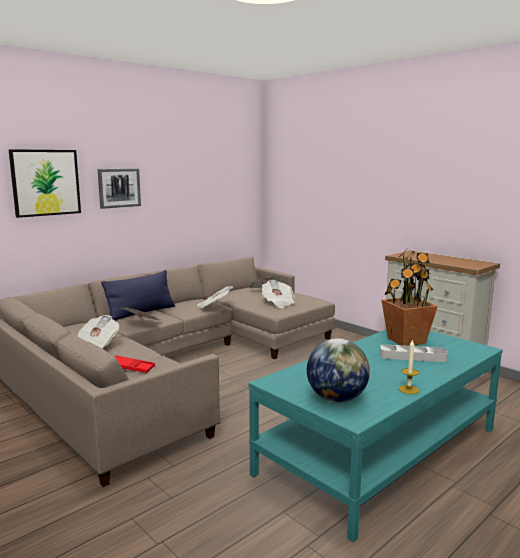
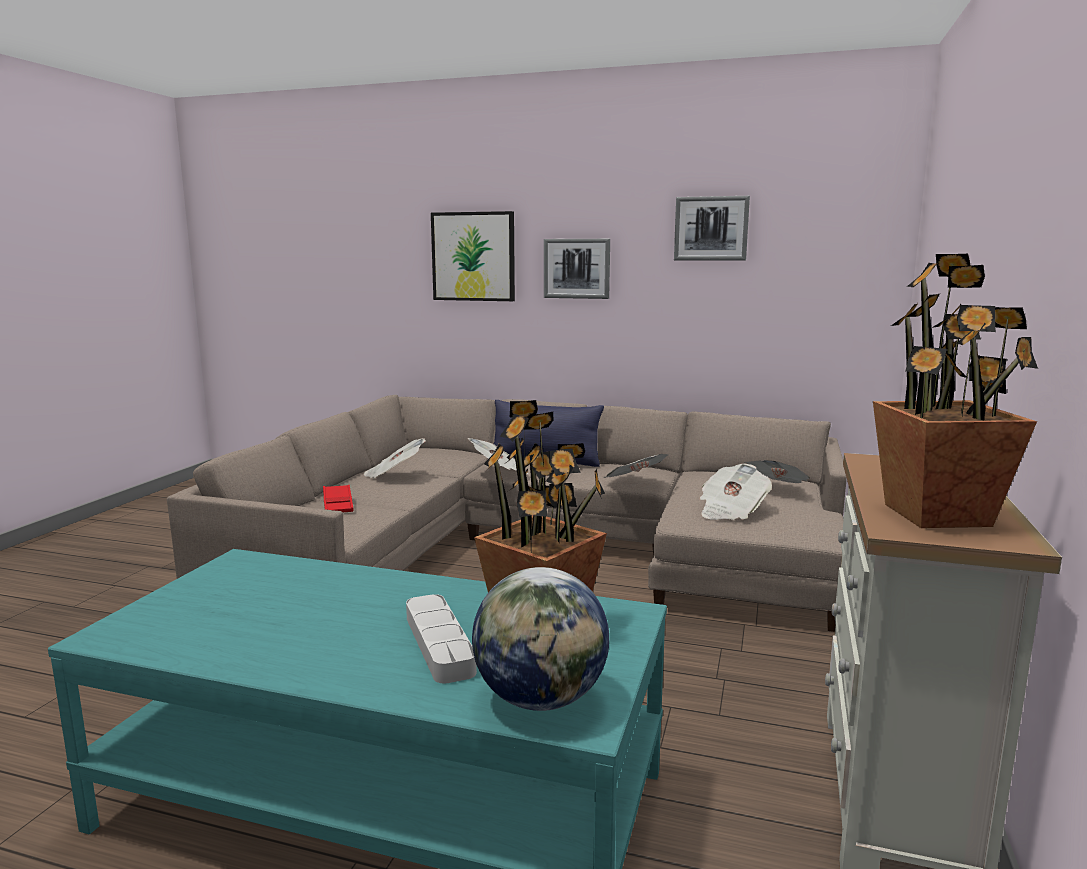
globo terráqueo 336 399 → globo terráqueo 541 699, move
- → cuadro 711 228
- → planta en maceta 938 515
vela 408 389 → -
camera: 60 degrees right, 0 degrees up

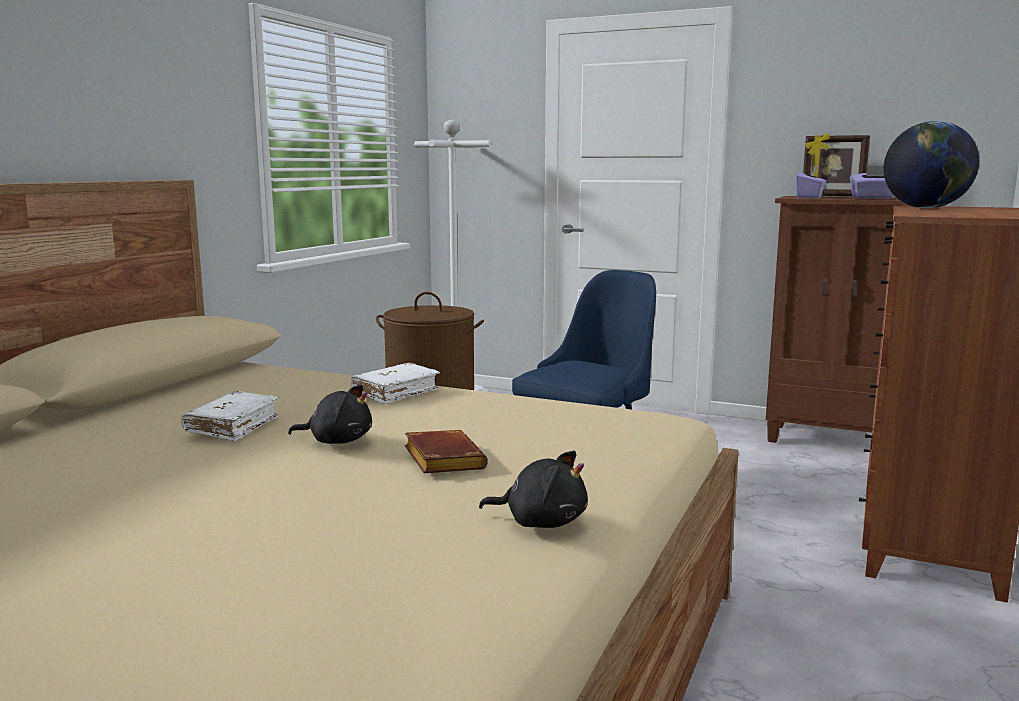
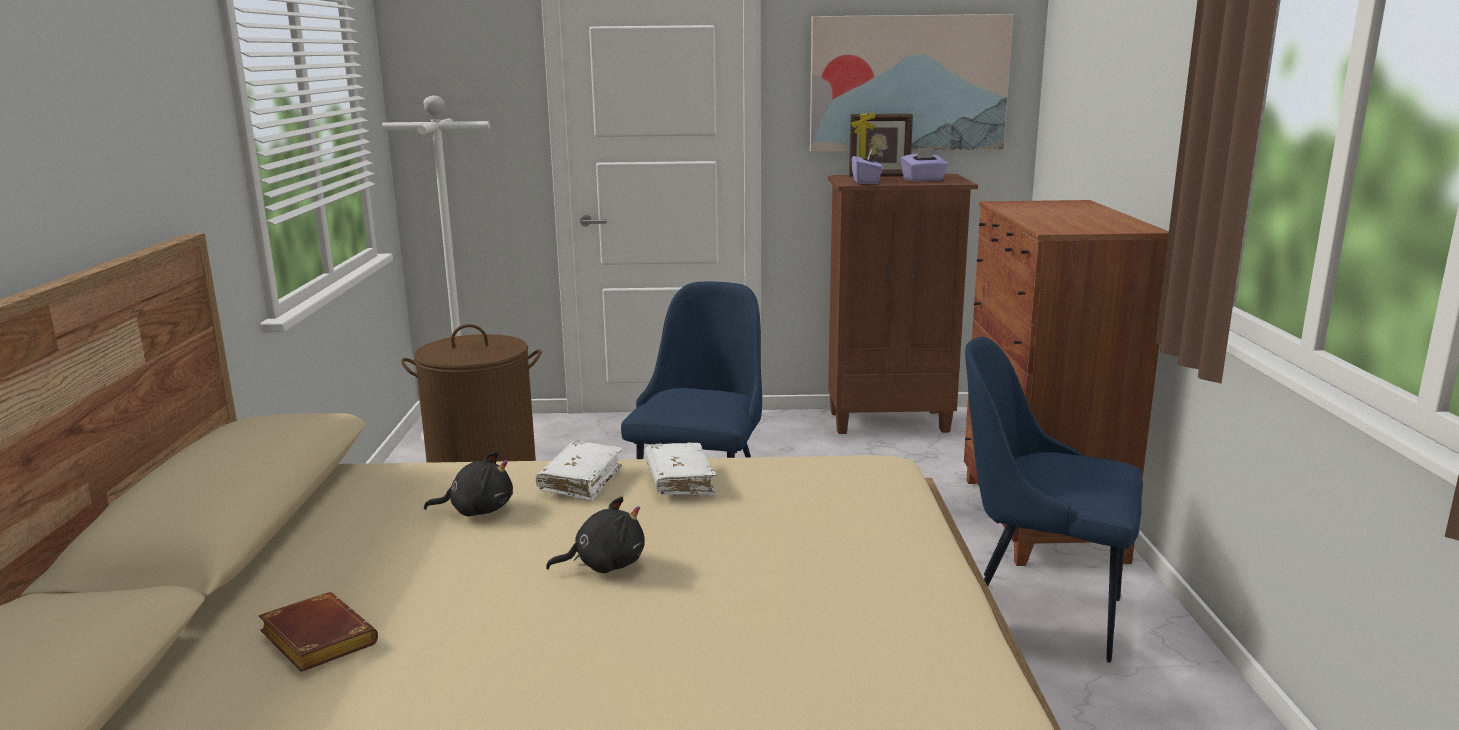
libro (marrón) 441 459 → libro (marrón) 314 640, move
peluche (negro) 541 522 → peluche (negro) 477 510, move
libro (blanco) 233 427 → libro (blanco) 679 481, move
- → cuadro 908 83
- → silla (azul) 1040 614
globo terráqueo 926 208 → -
camera: 25 degrees left, 5 degrees up

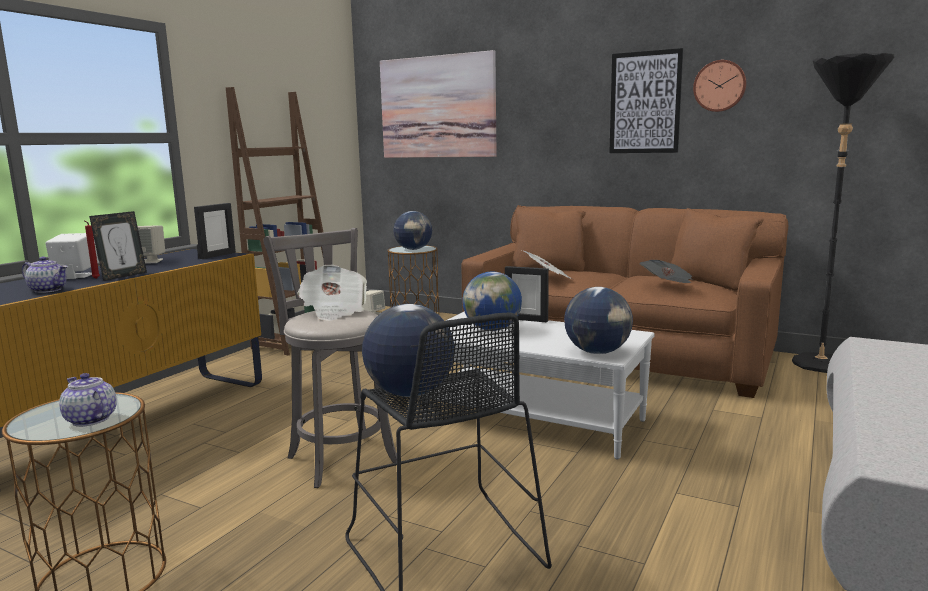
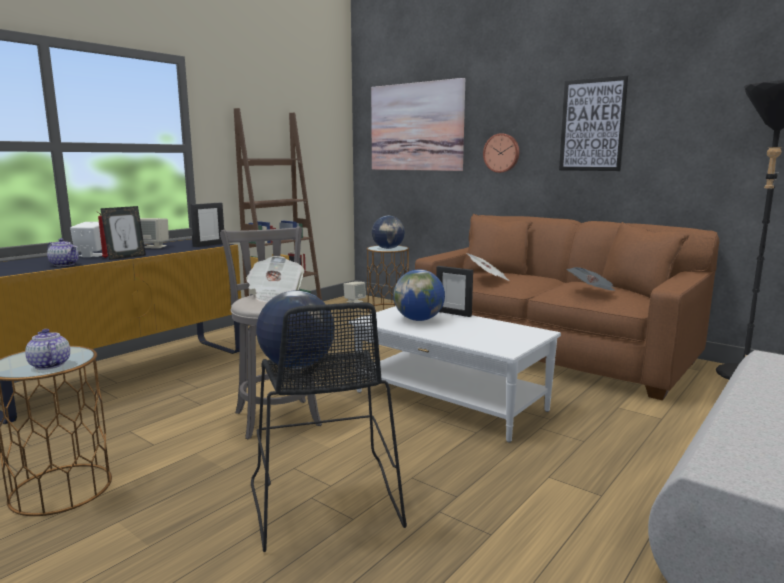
reloj de pared 720 86 → reloj de pared 502 153, move
globo terráqueo 598 352 → -
camera: 10 degrees right, 0 degrees up

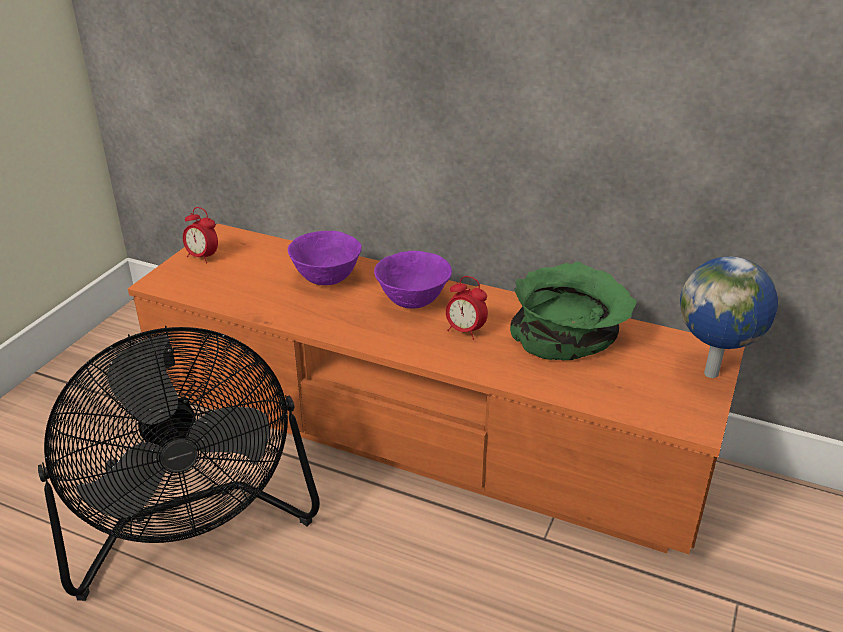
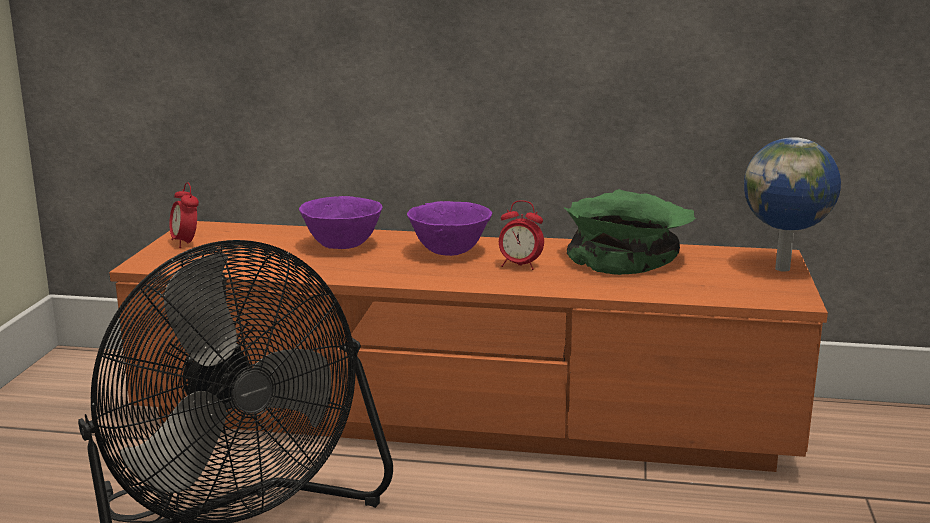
despertador 202 257 → despertador 186 243, 45 degrees clockwise
camera: 15 degrees left, 15 degrees down

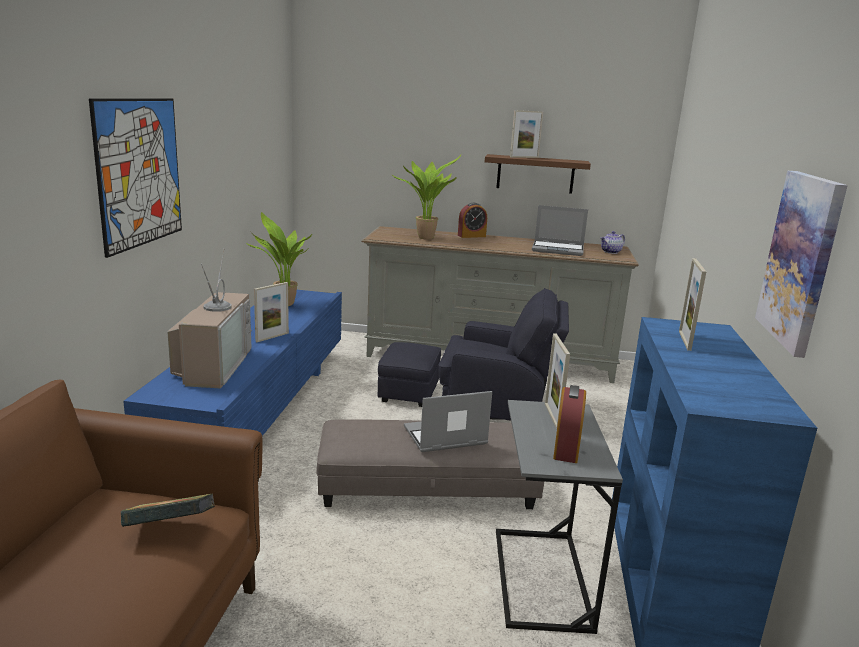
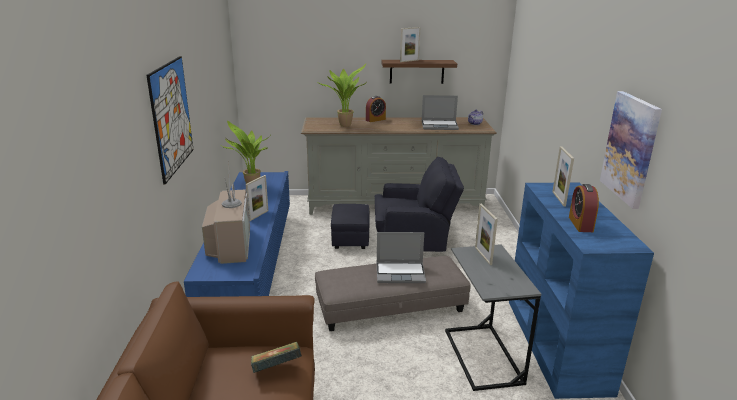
portátil 444 437 → portátil 401 273, 150 degrees counterclockwise
despertador 566 448 → despertador 580 224, move
camera: 10 degrees left, 5 degrees up

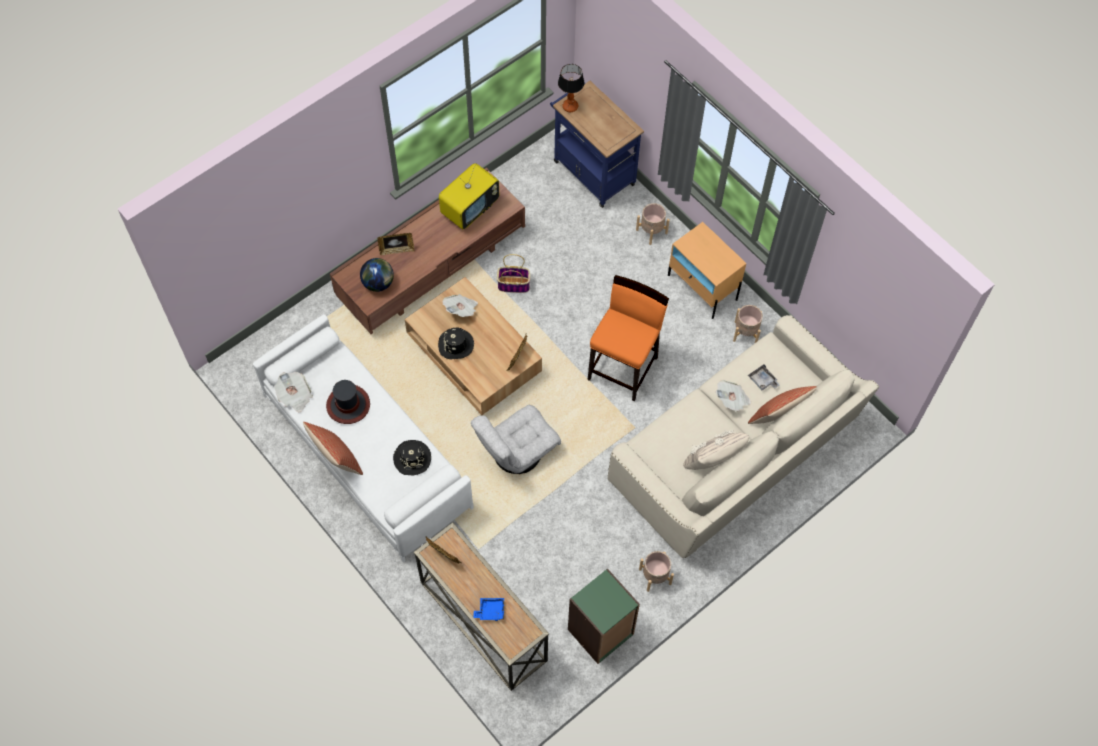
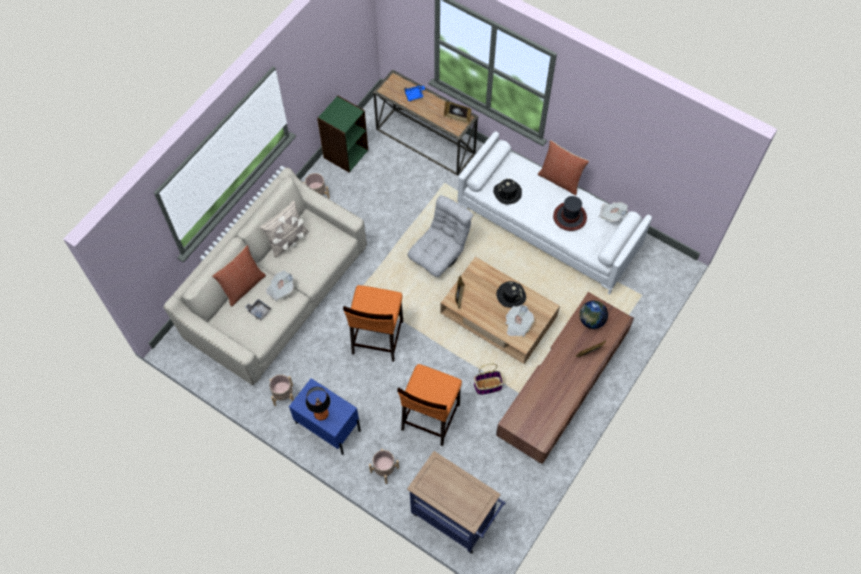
mesita de noche (beis) 702 287 → mesita de noche (azul) 327 426
lámpara de mesa 570 107 → lámpara de mesa 321 413, move
- → taburete (naranja) 430 417
televisor 470 208 → -
camera: 165 degrees right, 0 degrees up

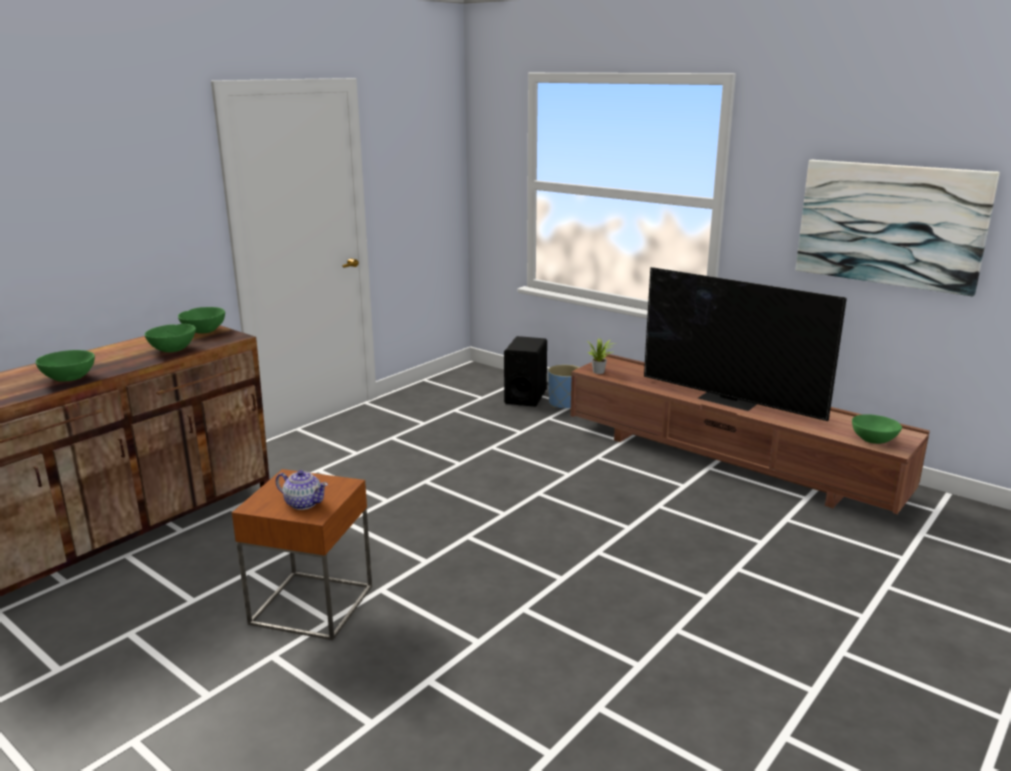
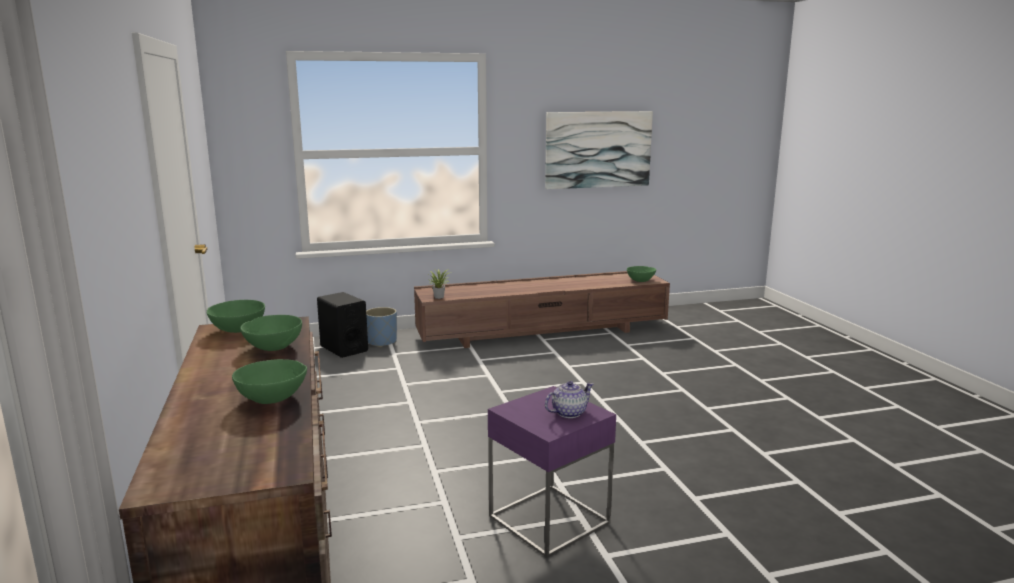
mesa auxiliar (marrón) 312 604 → mesa auxiliar (morado) 549 519
televisor 729 400 → -
camera: 55 degrees left, 5 degrees down

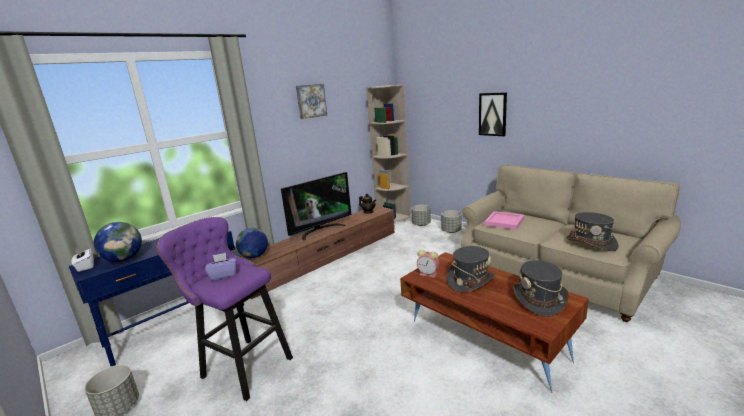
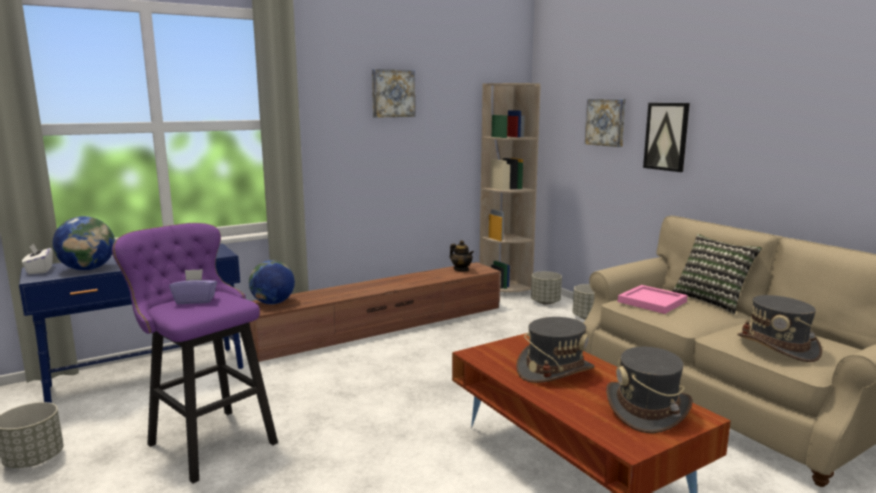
- → cuadro 606 122
- → cojín 711 300
televisor 320 230 → -
despertador 429 274 → -
camera: 10 degrees right, 5 degrees down

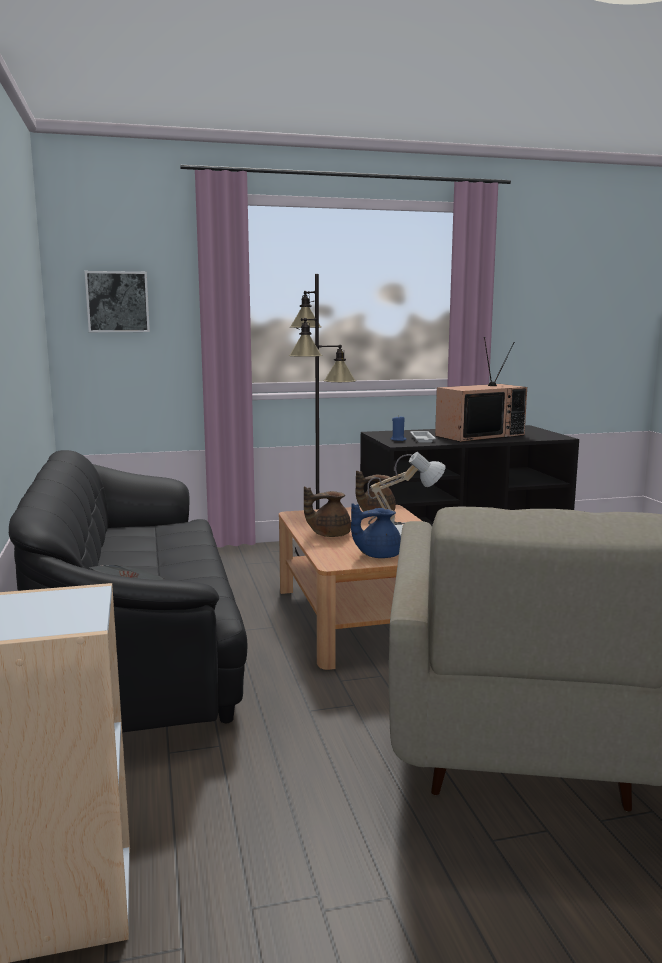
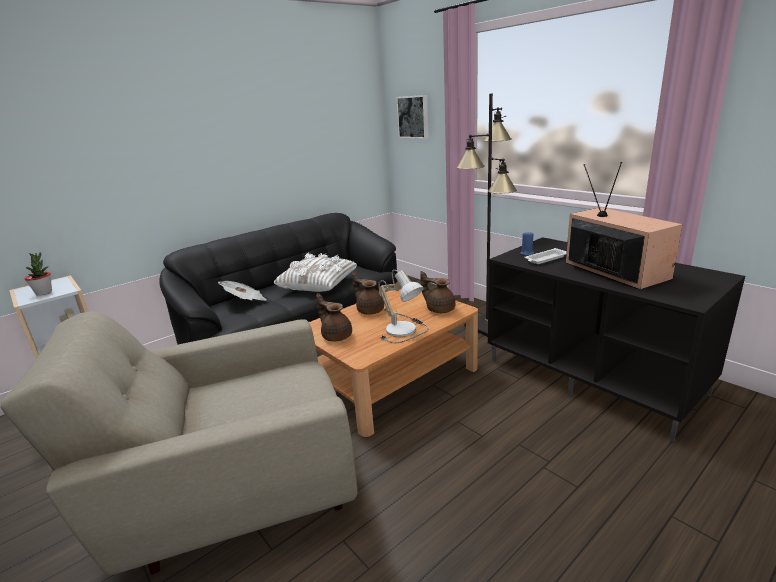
- → planta en maceta 44 293
- → cojín (blanco) 318 286
tetera (azul) 377 555 → tetera (marrón) 336 336
televisor 479 435 → televisor 613 271, 150 degrees counterclockwise
camera: 65 degrees right, 10 degrees up

